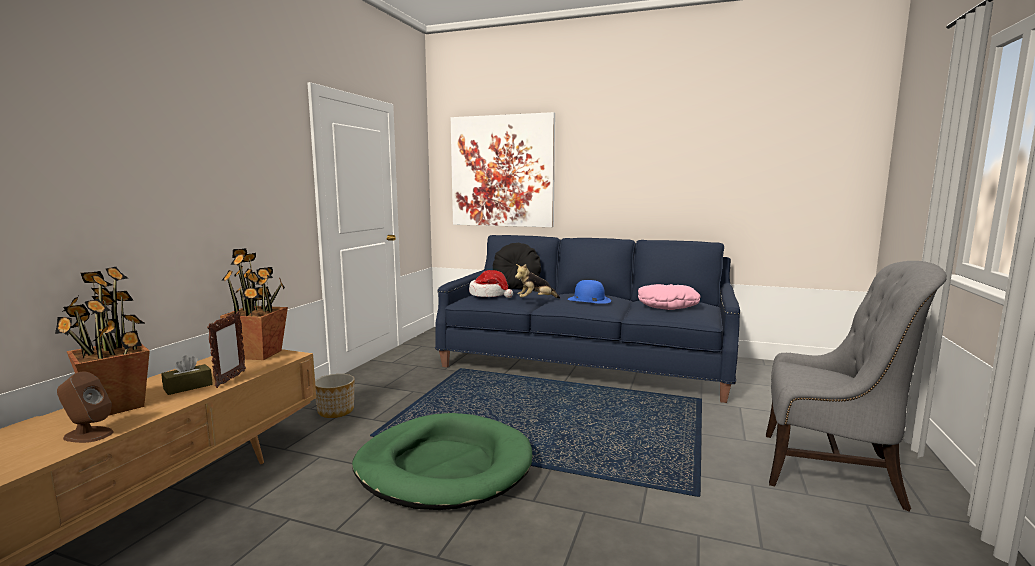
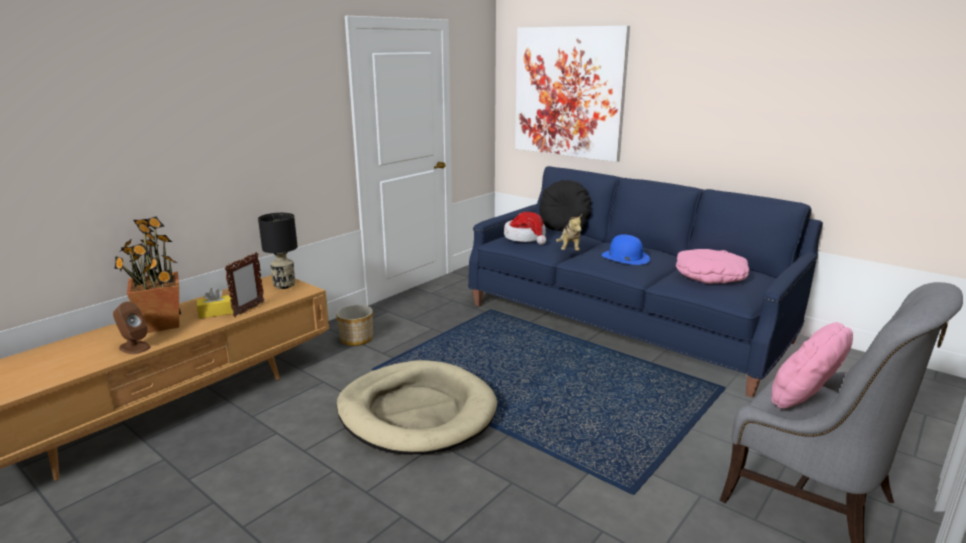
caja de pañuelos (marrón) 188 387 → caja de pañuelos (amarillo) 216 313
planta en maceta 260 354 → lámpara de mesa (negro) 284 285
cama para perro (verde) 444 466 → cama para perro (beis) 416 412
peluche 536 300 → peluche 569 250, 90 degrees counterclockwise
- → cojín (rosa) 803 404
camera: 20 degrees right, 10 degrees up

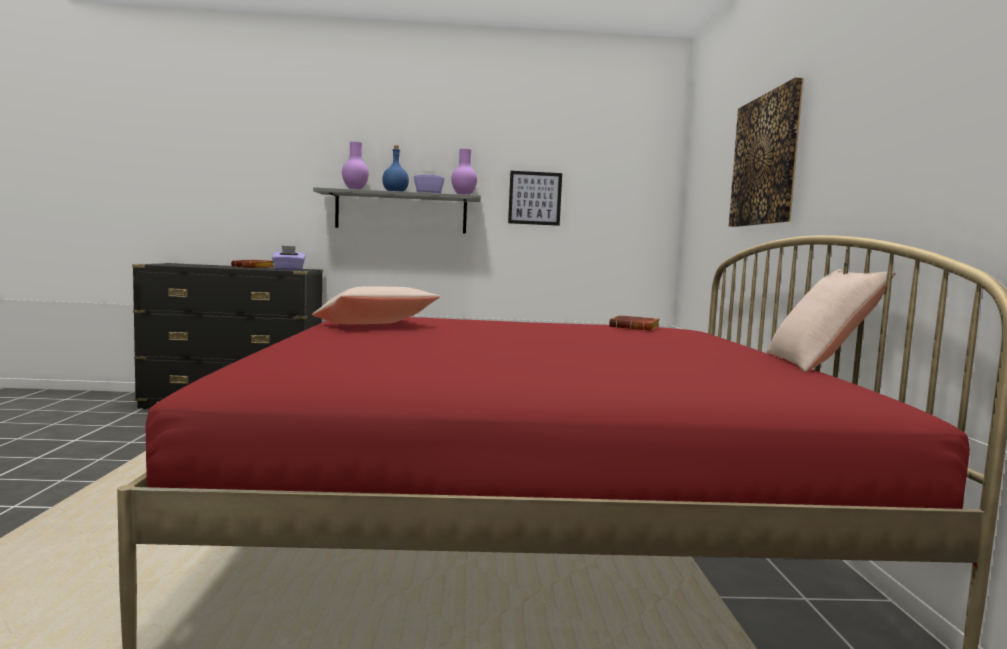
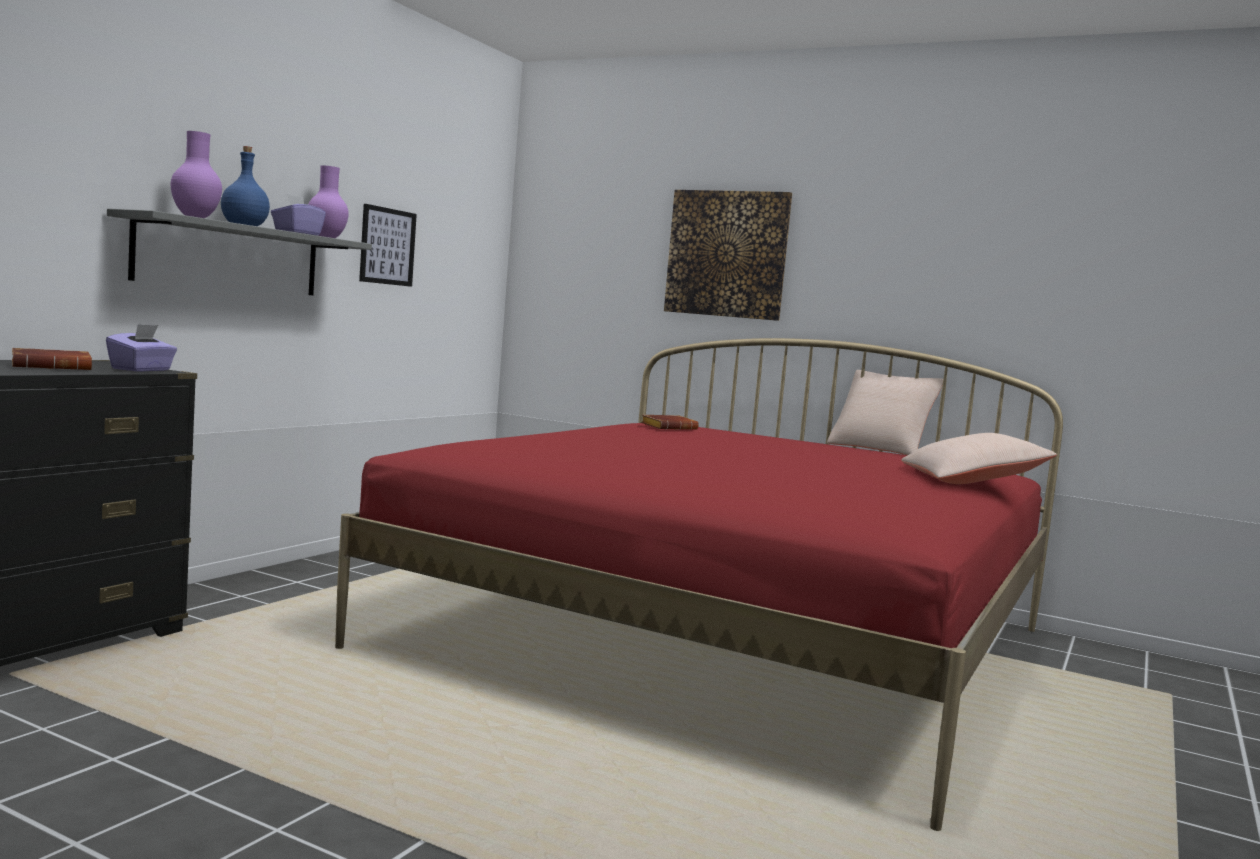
cojín (beis) 374 326 → cojín (beis) 971 481, move
camera: 60 degrees left, 0 degrees up

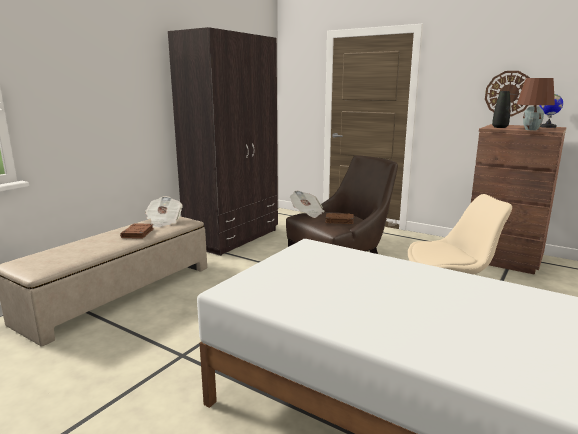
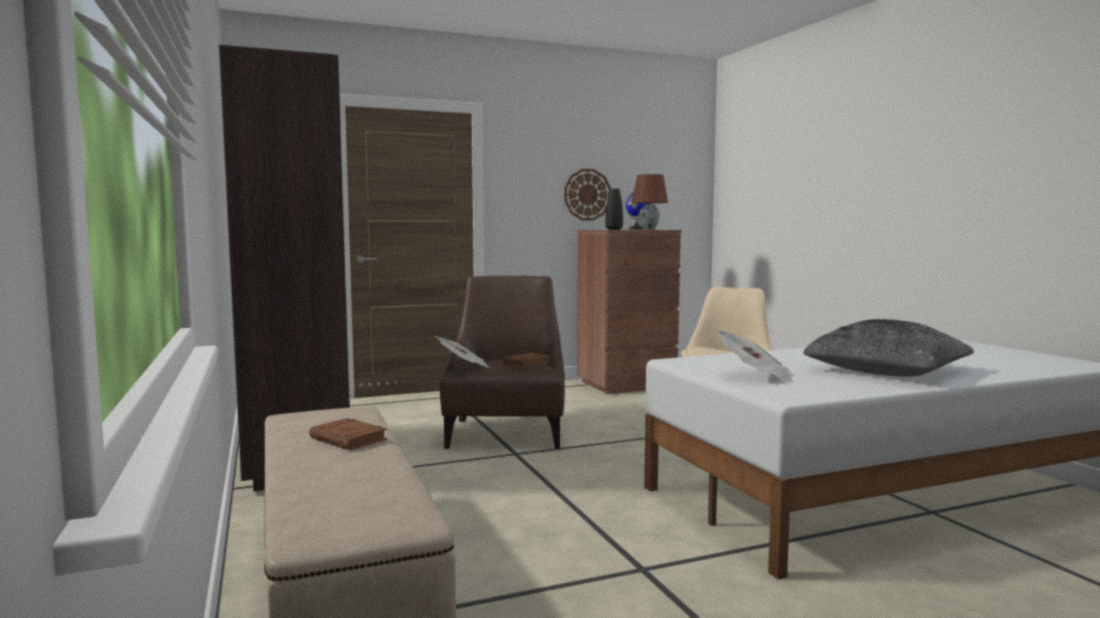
periódico 164 222 → periódico 756 377, move
- → cojín (gris) 887 370
camera: 55 degrees left, 10 degrees down

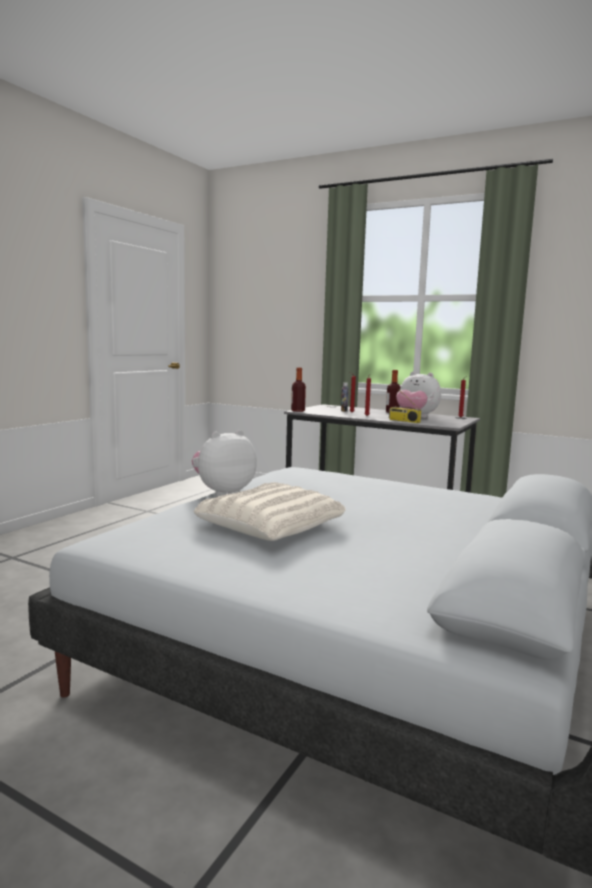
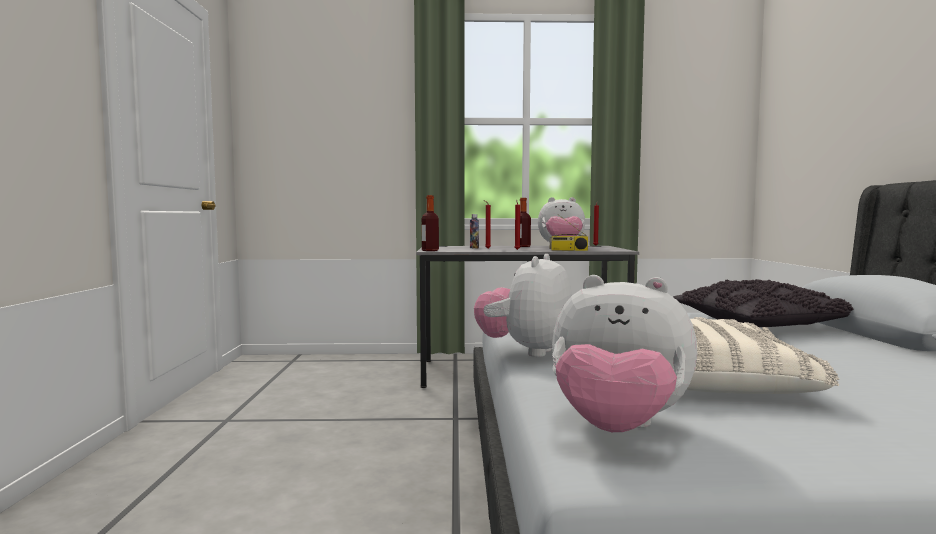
- → peluche 617 429
- → cojín (negro) 759 323
camera: 30 degrees left, 5 degrees down

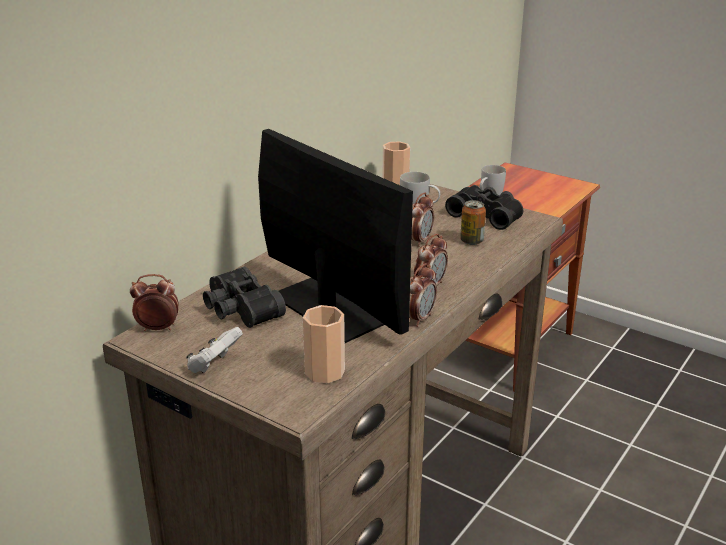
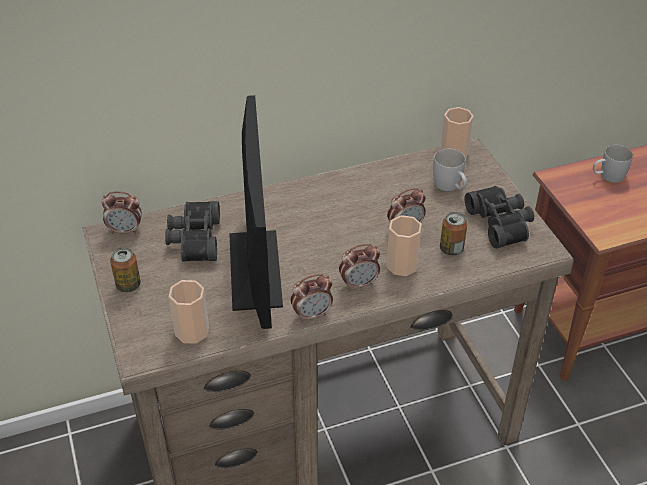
despertador 158 328 → despertador 125 230, 150 degrees clockwise
mando de consola (blanco) 214 365 → lata 128 285
- → taza 402 265
camera: 35 degrees right, 15 degrees up

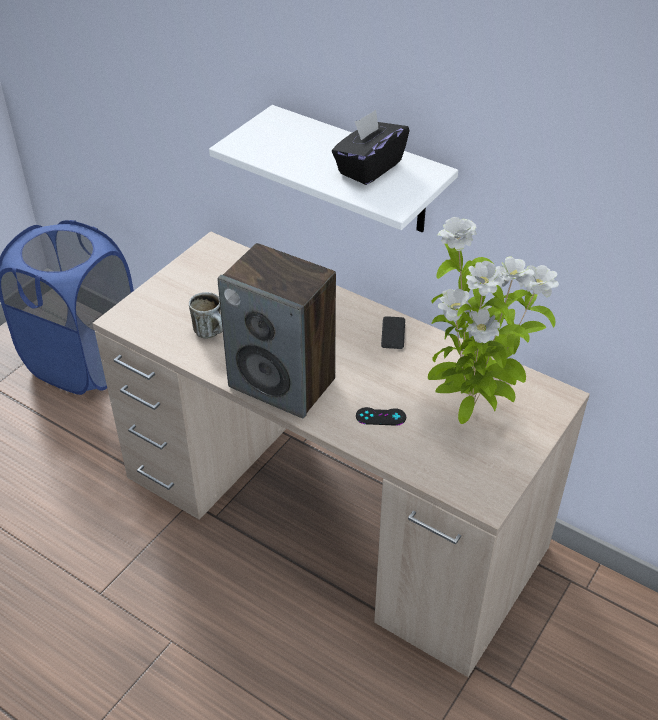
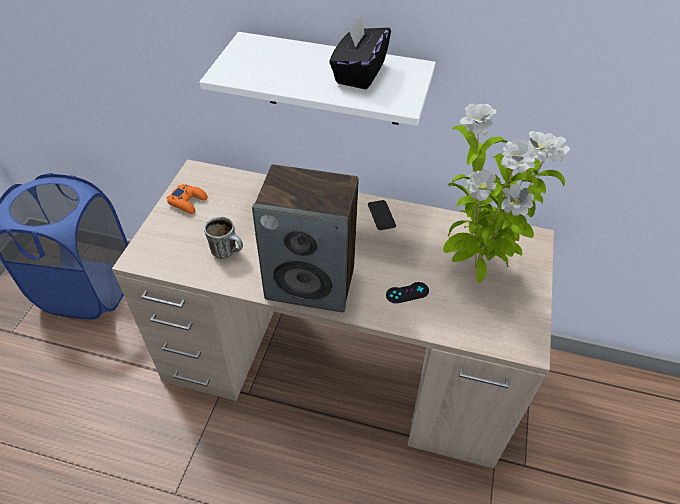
- → mando de consola (naranja) 188 202
camera: 20 degrees left, 5 degrees up

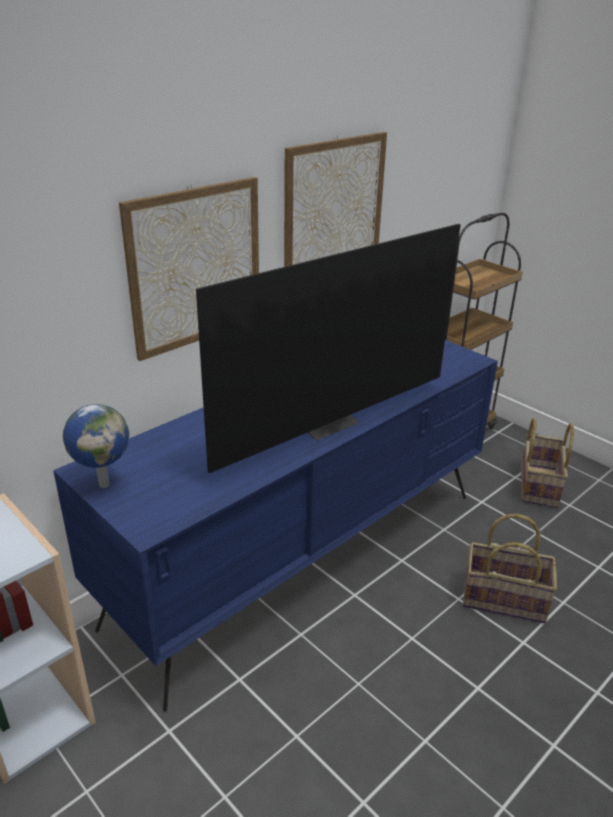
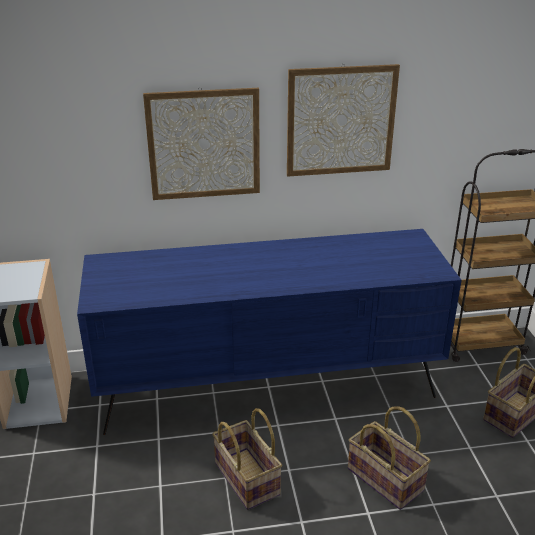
- → cesta 245 479
globo terráqueo 104 484 → -
televisor 326 423 → -
camera: 35 degrees right, 0 degrees up

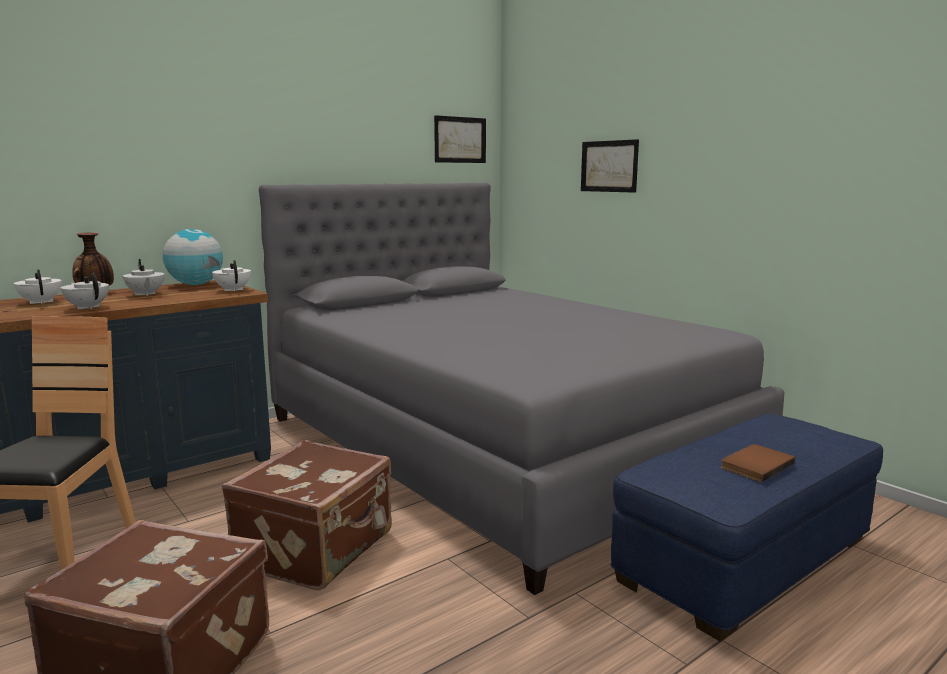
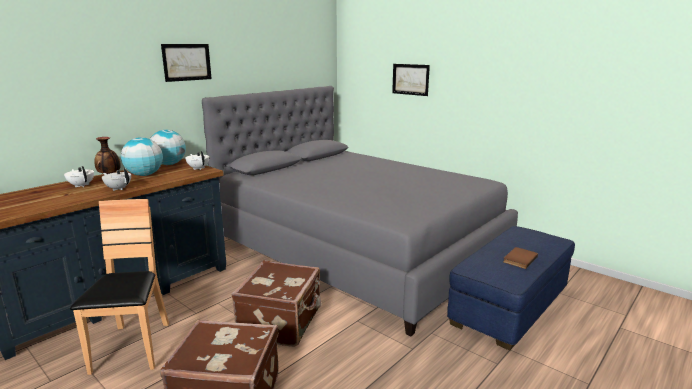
tetera (blanco) 145 294 → globo terráqueo 144 175
cuadro 460 140 → cuadro 187 62, move
camera: 10 degrees left, 5 degrees up

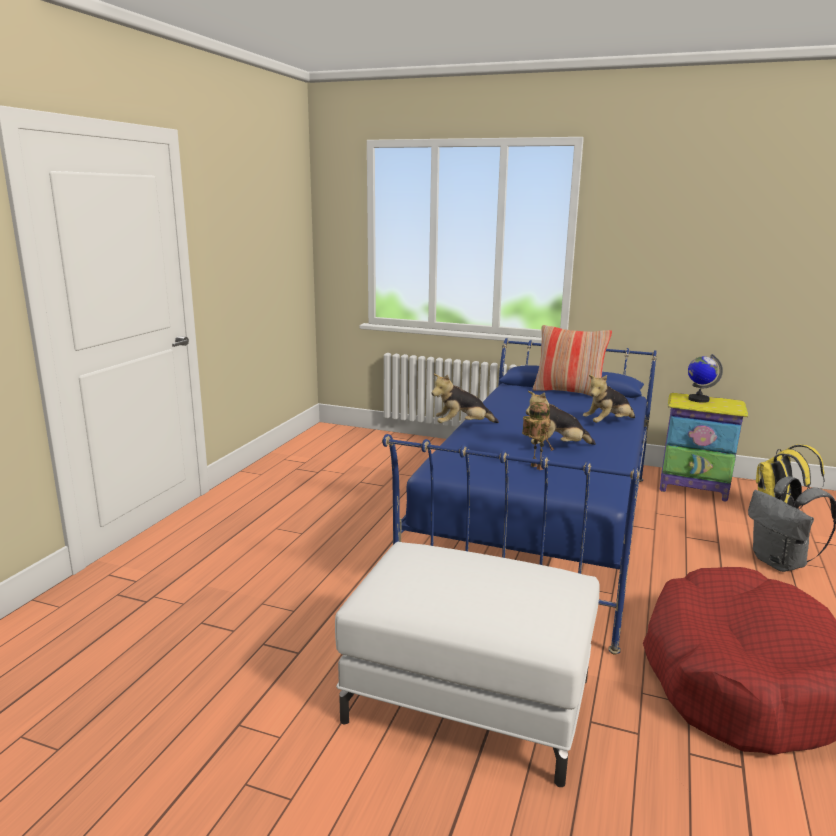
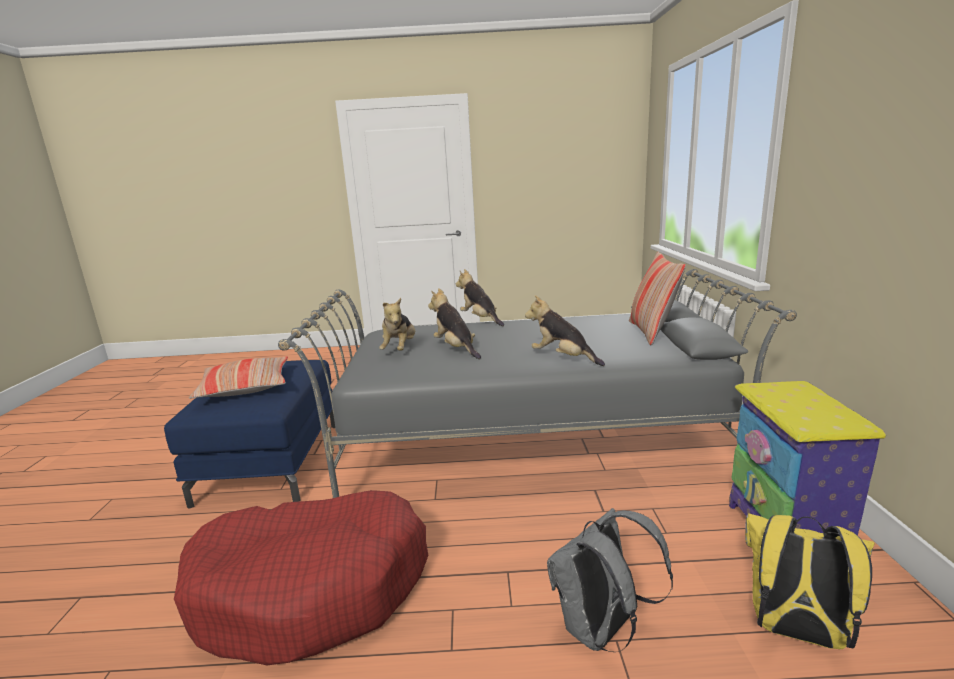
puf (blanco) 469 699 → puf (azul) 272 462
- → cojín 245 387
cama (azul) 539 531 → cama (gris) 528 446
robot de juguete 534 467 → peluche 400 349
globo terráqueo 698 399 → -
camera: 70 degrees right, 0 degrees up

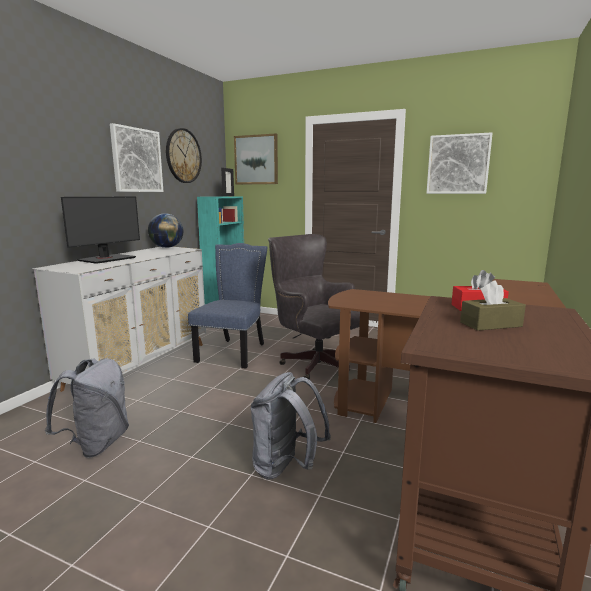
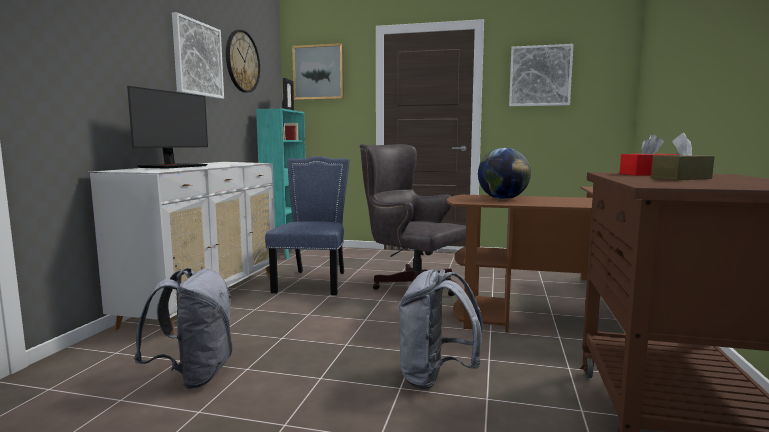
globo terráqueo 167 247 → globo terráqueo 502 199, move
camera: 10 degrees left, 5 degrees down

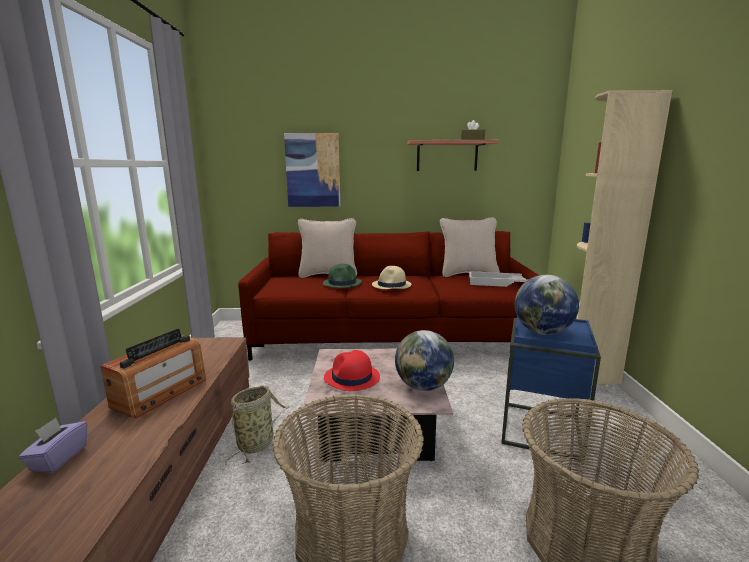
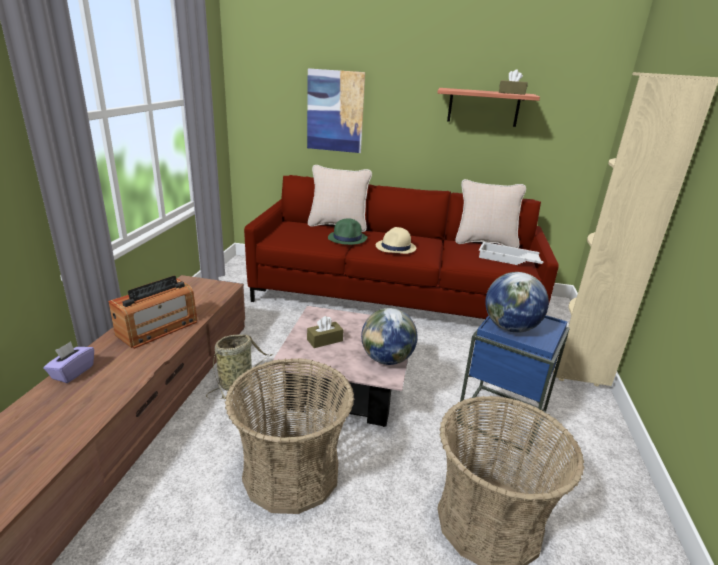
sombrero (rojo) 351 378 → caja de pañuelos (marrón) 325 340
camera: 10 degrees right, 10 degrees up

